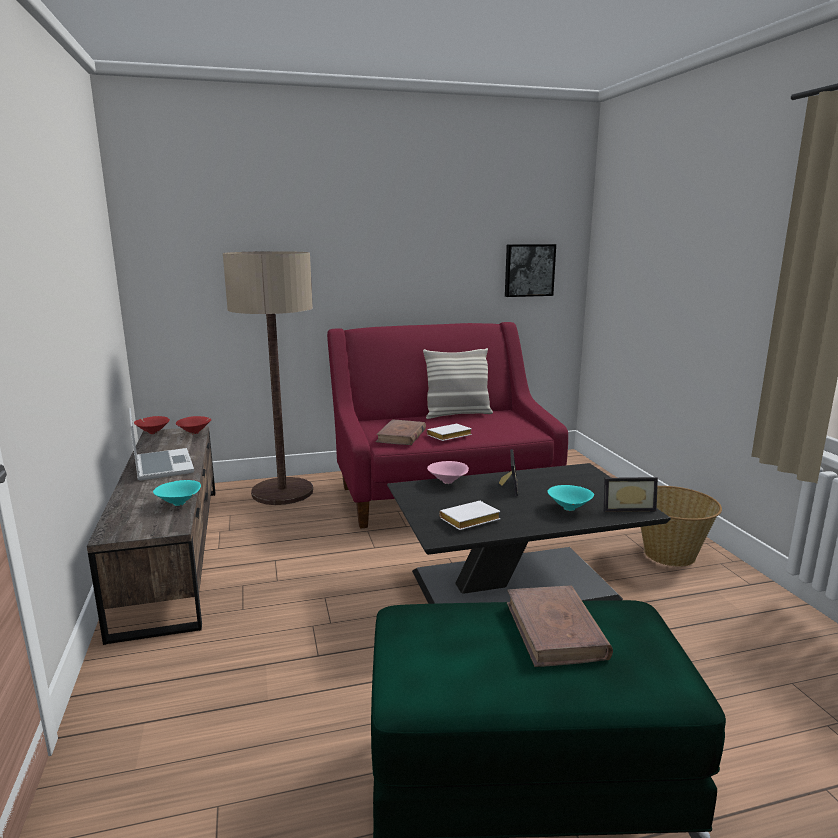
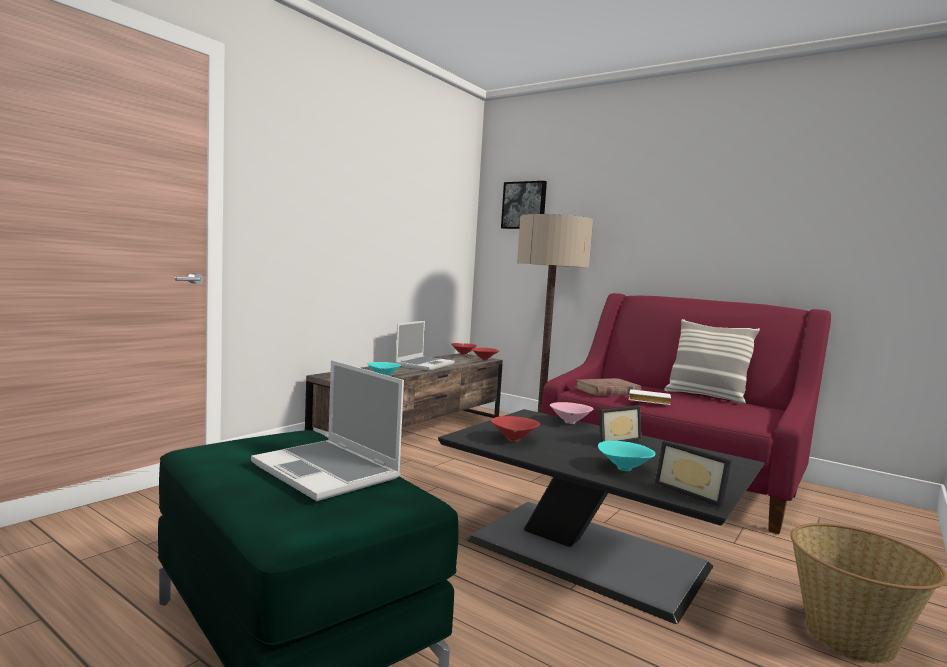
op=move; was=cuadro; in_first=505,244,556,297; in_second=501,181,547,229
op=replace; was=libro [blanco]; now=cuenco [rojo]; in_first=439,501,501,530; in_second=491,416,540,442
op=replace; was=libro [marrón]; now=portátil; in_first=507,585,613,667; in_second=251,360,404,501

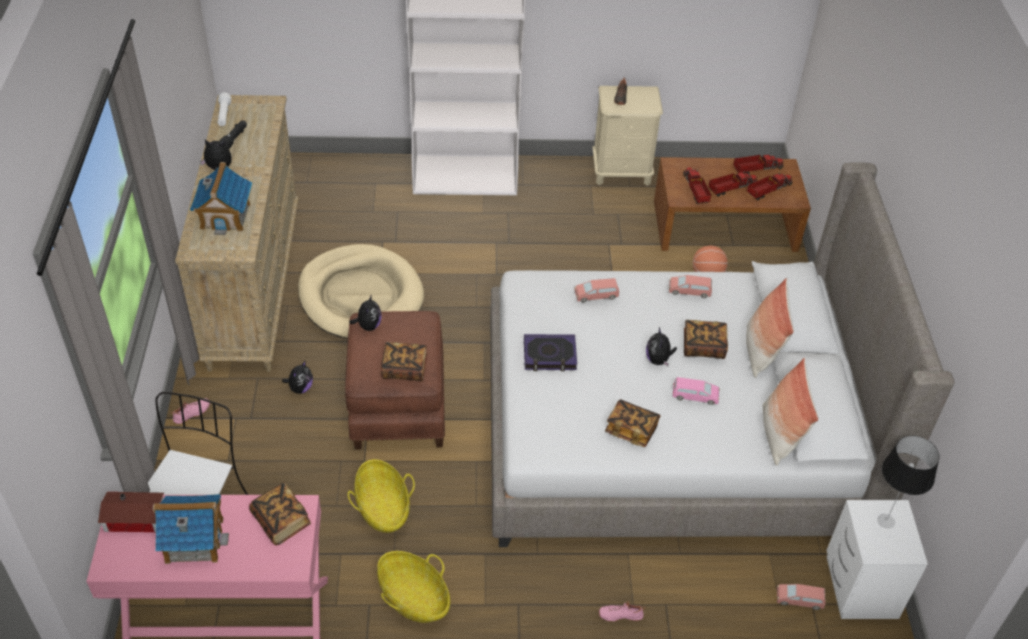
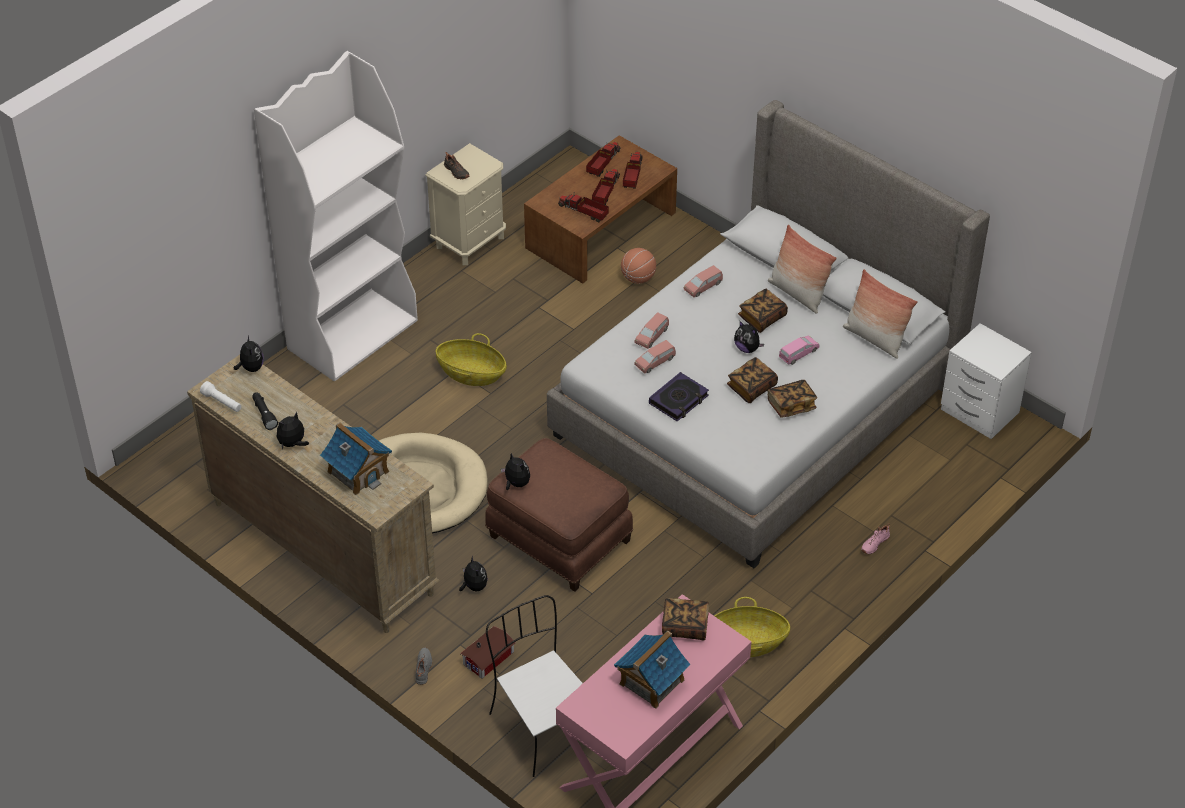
op=move; was=libro; in_first=381,342,427,382; in_second=727,357,778,403
op=recolor; was=zapato [rosa]; now=zapato [gris]; in_first=171,398,210,424; in_second=415,648,432,685
op=delete; was=lámpara de mesa; in_first=878,436,939,529
op=move; was=cesta; in_first=348,459,415,533; in_second=436,333,507,386
op=move; was=casita; in_first=98,492,164,533; in_second=460,626,516,679
op=move; was=coche de juguete [rosa]; in_first=777,584,826,610; in_second=634,340,676,374
op=insert; now=peluche; in_second=234,336,264,372

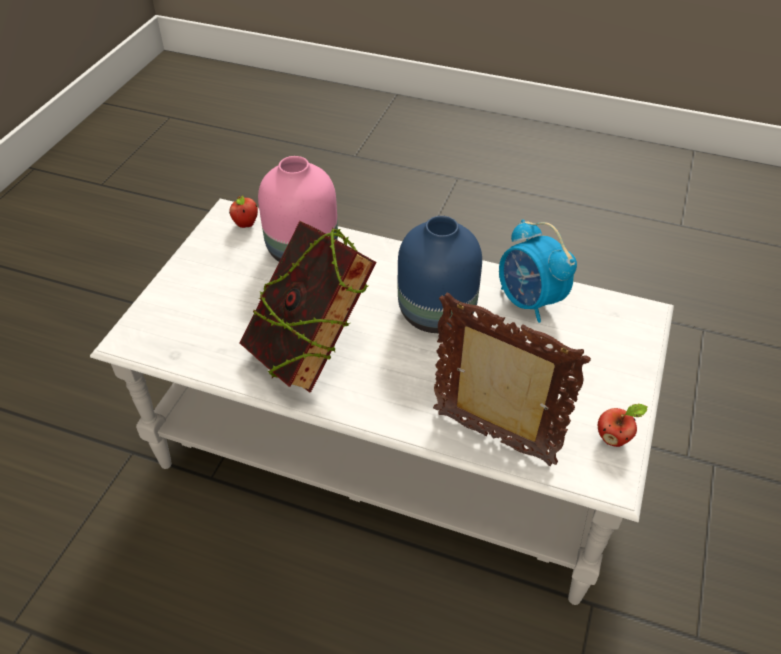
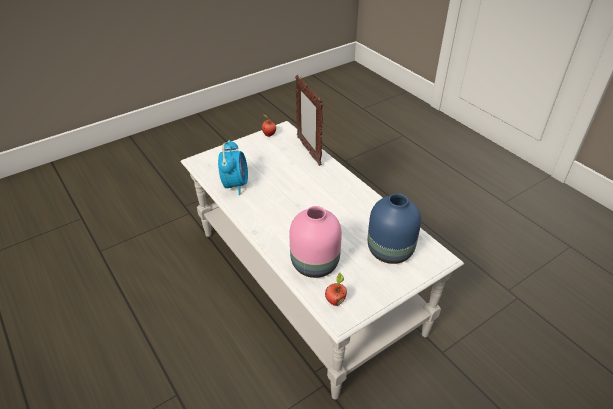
op=move; was=florero [azul]; in_first=398,216,482,333; in_second=368,193,421,264
op=delete; was=libro; in_first=240,221,377,393

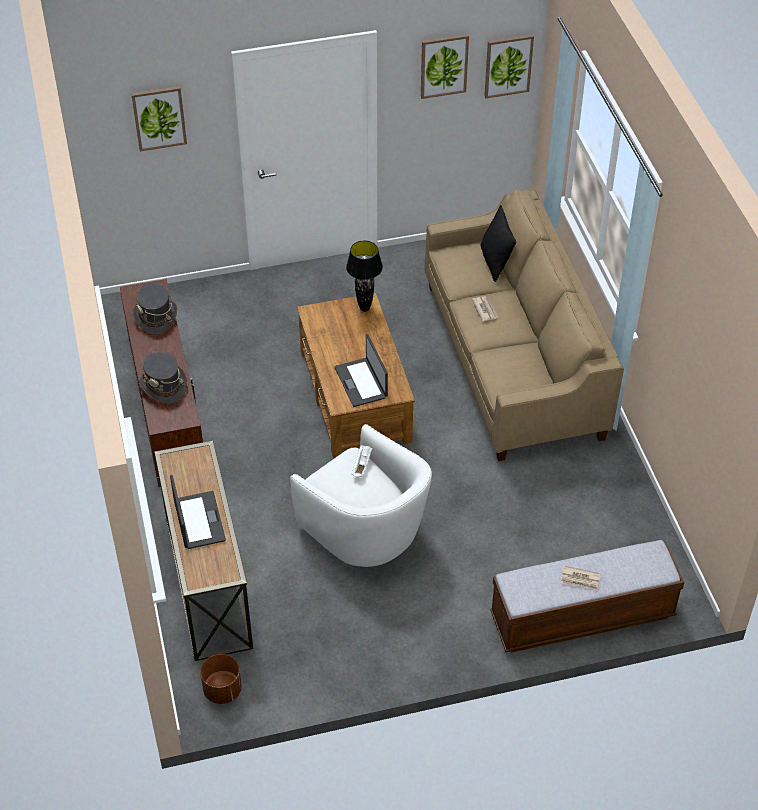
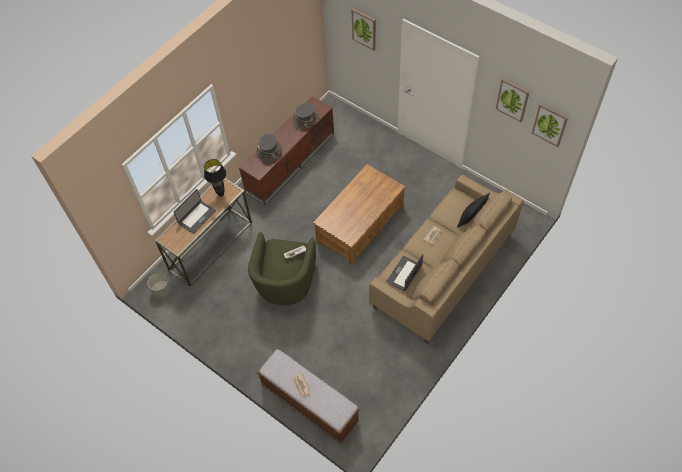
op=move; was=lámpara de mesa [negro]; in_first=346,241,383,312; in_second=204,159,226,197
op=move; was=portátil; in_first=334,334,388,407; in_second=386,254,423,291
op=recolor; was=sillón [blanco]; now=sillón [verde]; in_first=290,424,432,567; in_second=248,232,316,305
op=recolor; was=maceta [marrón]; now=maceta [gris]; in_first=200,654,242,704; in_second=148,273,171,298

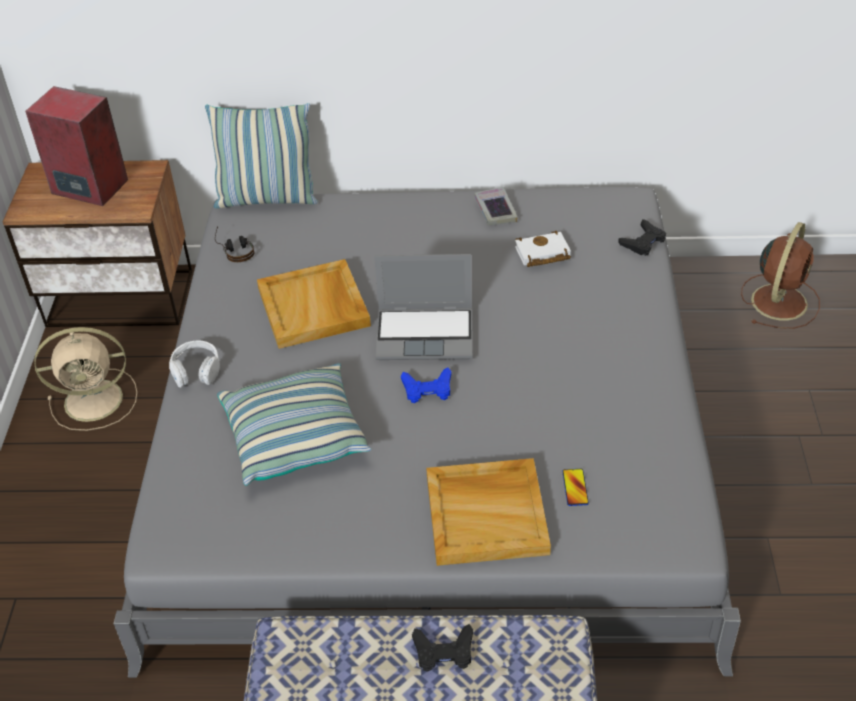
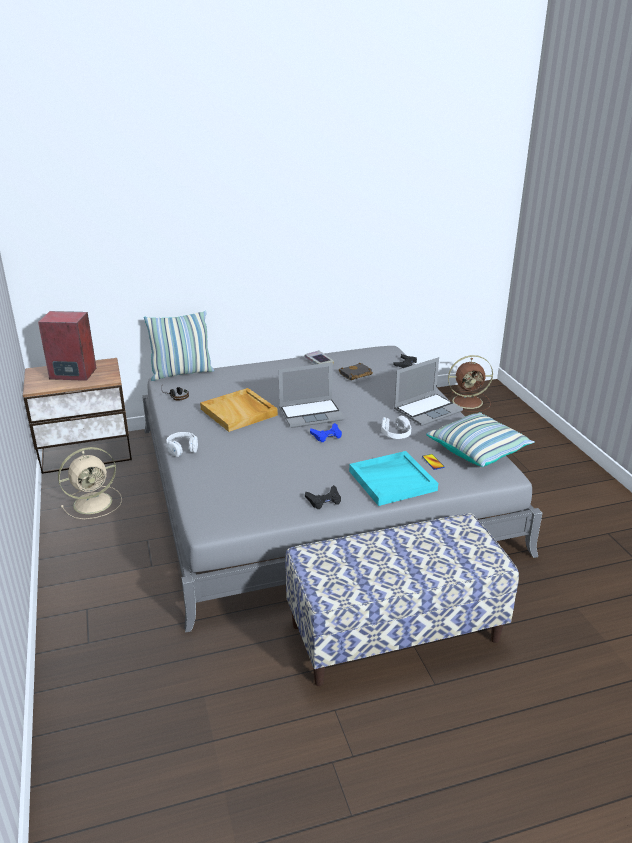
op=rotate; was=ventilador [marrón]; in_first=741,222,820,329; in_second=448,355,493,412; clockwise=75
op=recolor; was=libro [blanco]; now=libro [negro]; in_first=515,231,571,267; in_second=339,363,373,380
op=move; was=cojín; in_first=217,363,371,486; in_second=426,412,534,467
op=recolor; was=bandeja [beis]; now=bandeja [turquesa]; in_first=426,458,551,566; in_second=349,451,438,506
op=move; was=mando de consola [negro]; in_first=412,624,473,672; in_second=305,485,341,509
op=insert; now=portátil; in_second=394,357,463,426
op=insert; now=auriculares [blanco]; in_second=381,415,411,439

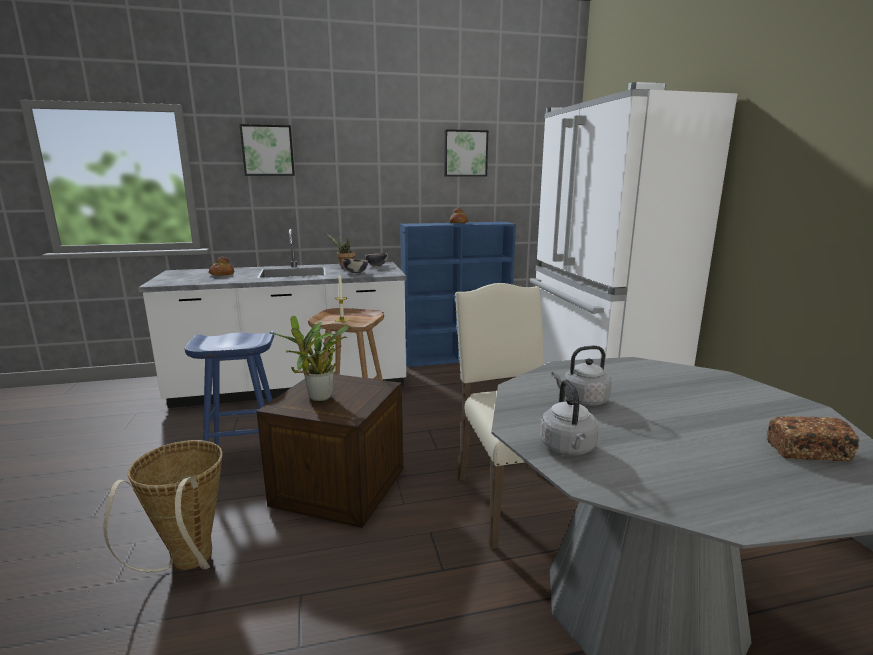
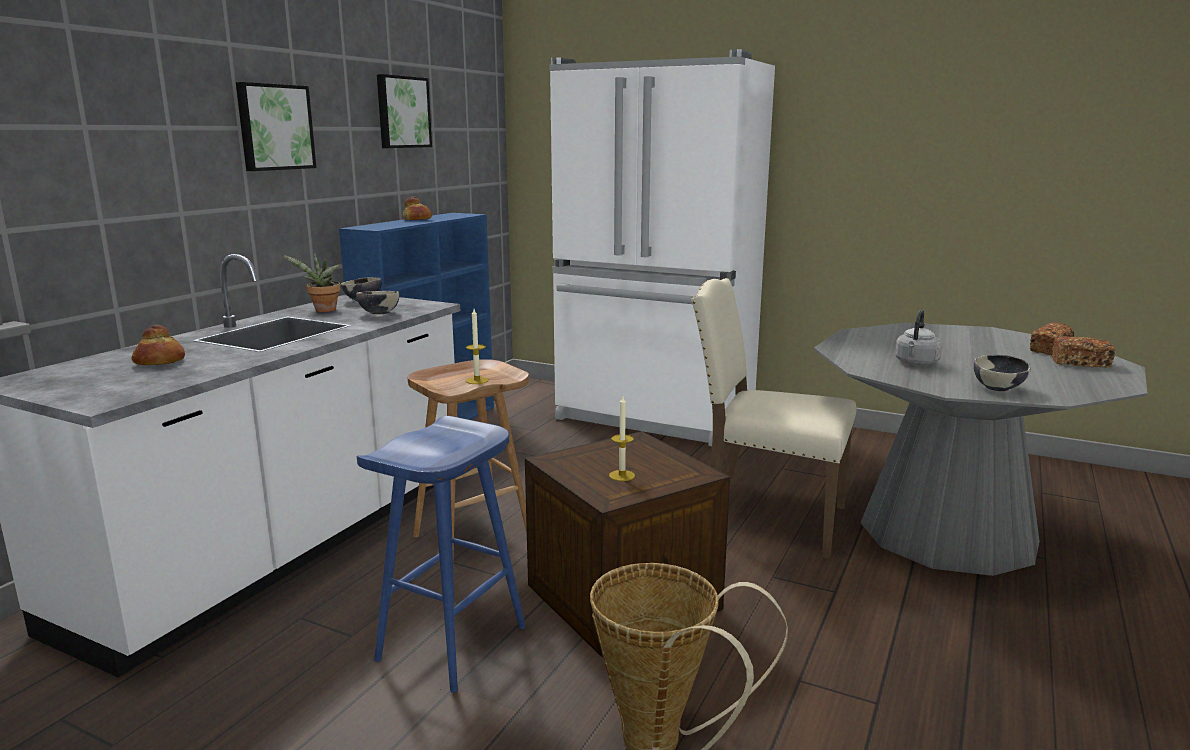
op=move; was=cuadro; in_first=239,124,295,176; in_second=236,82,316,171
op=replace; was=planta en maceta; now=vela; in_first=269,316,350,401; in_second=609,396,635,481
op=replace; was=hervidor [gris]; now=cuenco; in_first=540,379,599,455; in_second=974,355,1031,391
op=insert; now=pan; in_second=1052,336,1115,368

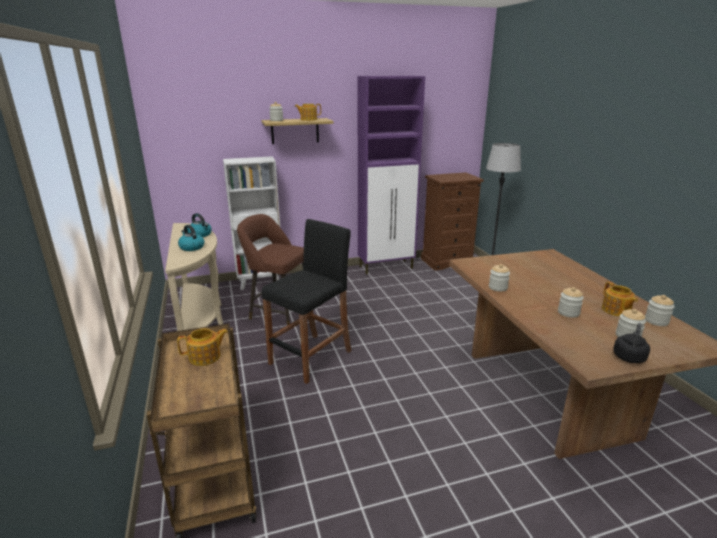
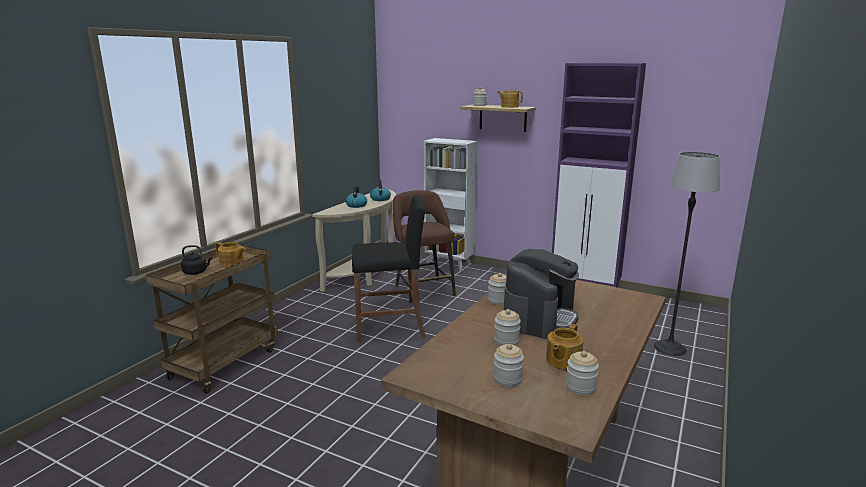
op=delete; was=cómoda [marrón]; in_first=421,172,484,271
op=move; was=hervidor [negro]; in_first=613,323,650,363; in_second=181,245,212,275
op=insert; now=cafetera; in_second=504,249,579,339

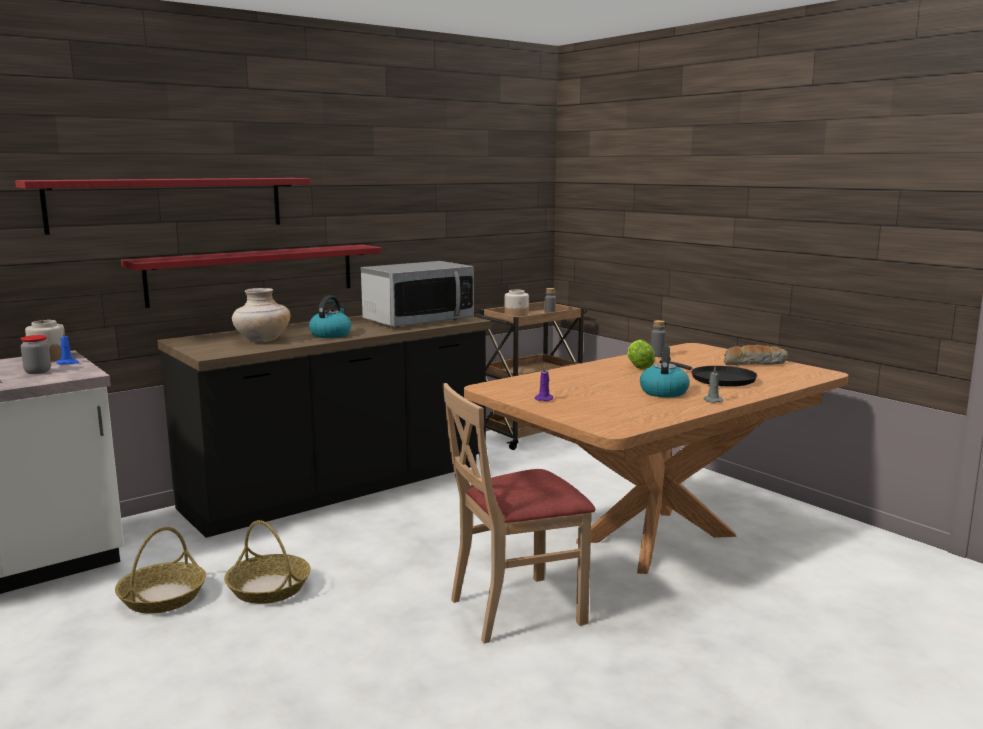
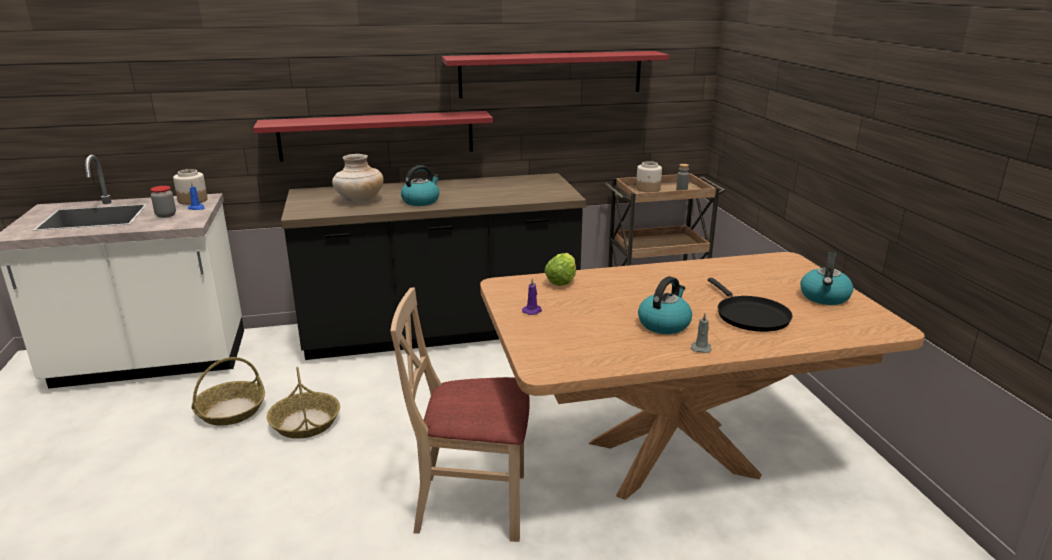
op=move; was=estante [rojo]; in_first=15,178,311,235; in_second=442,51,669,98
op=delete; was=microondas; in_first=361,261,474,327
op=delete; was=botella [gris]; in_first=651,320,666,357
op=move; was=lechuga; in_first=627,340,655,369; in_second=544,253,576,286
op=replace; was=pan; now=hervidor; in_first=724,345,788,366; in_second=800,252,853,305

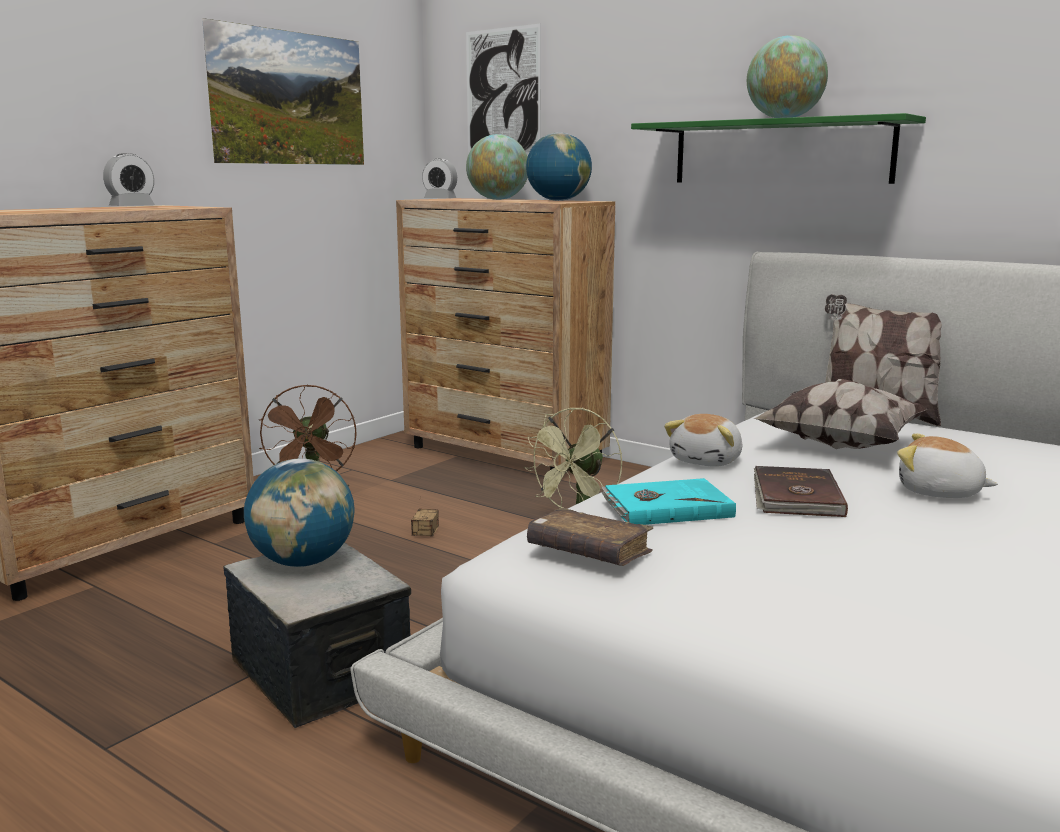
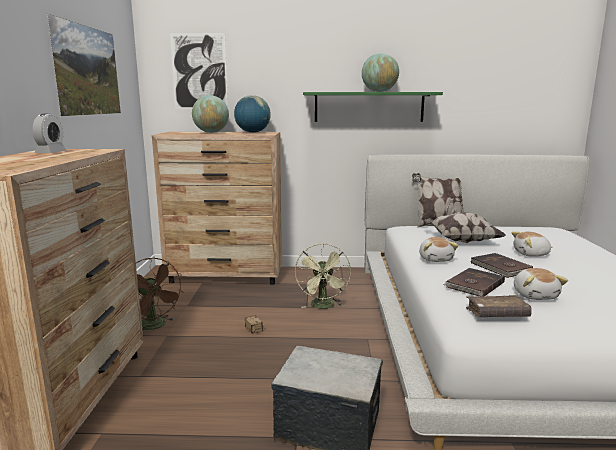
op=delete; was=despertador; in_first=422,158,457,198
op=delete; was=globo terráqueo; in_first=244,459,354,567
op=recolor; was=libro [turquesa]; now=libro [marrón]; in_first=601,478,736,525; in_second=443,268,505,297
op=insert; now=peluche; in_second=514,268,568,300

